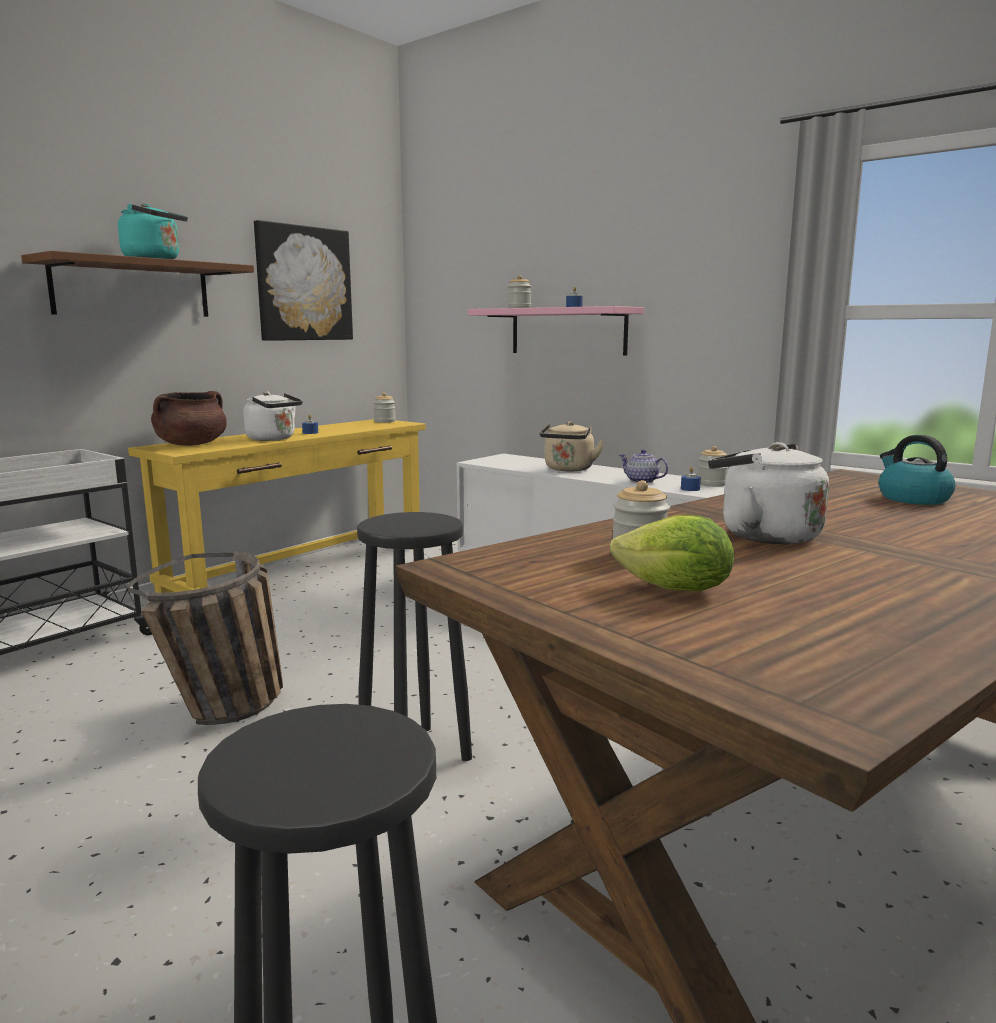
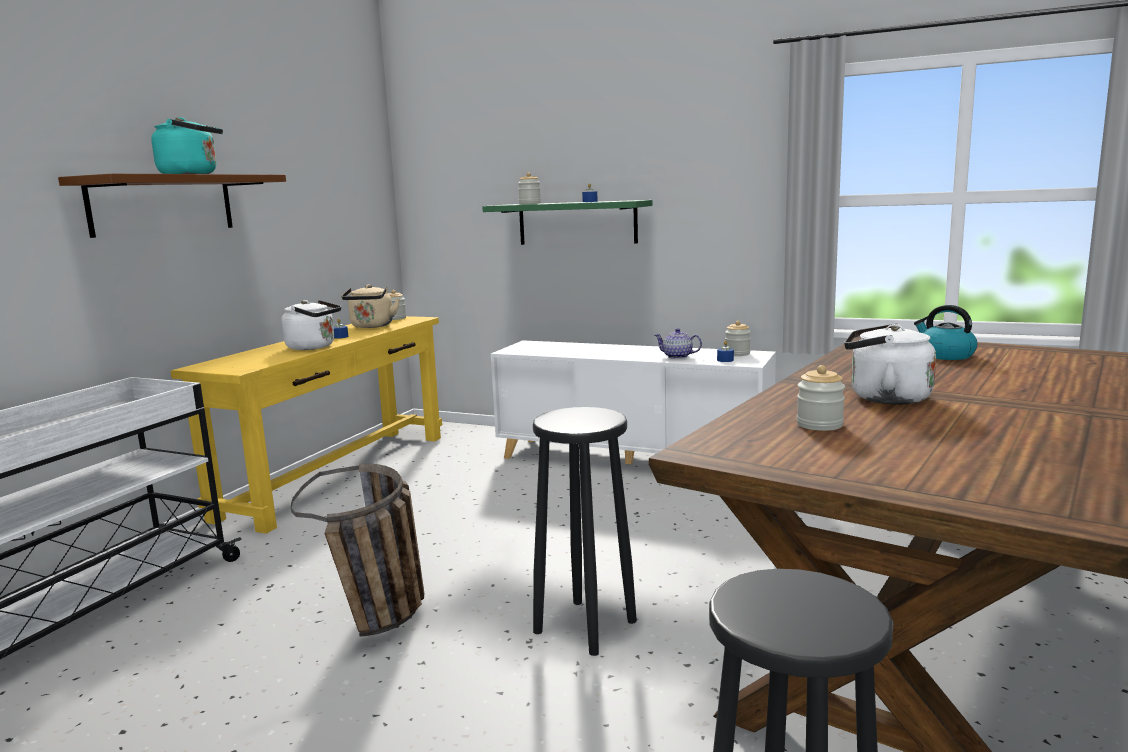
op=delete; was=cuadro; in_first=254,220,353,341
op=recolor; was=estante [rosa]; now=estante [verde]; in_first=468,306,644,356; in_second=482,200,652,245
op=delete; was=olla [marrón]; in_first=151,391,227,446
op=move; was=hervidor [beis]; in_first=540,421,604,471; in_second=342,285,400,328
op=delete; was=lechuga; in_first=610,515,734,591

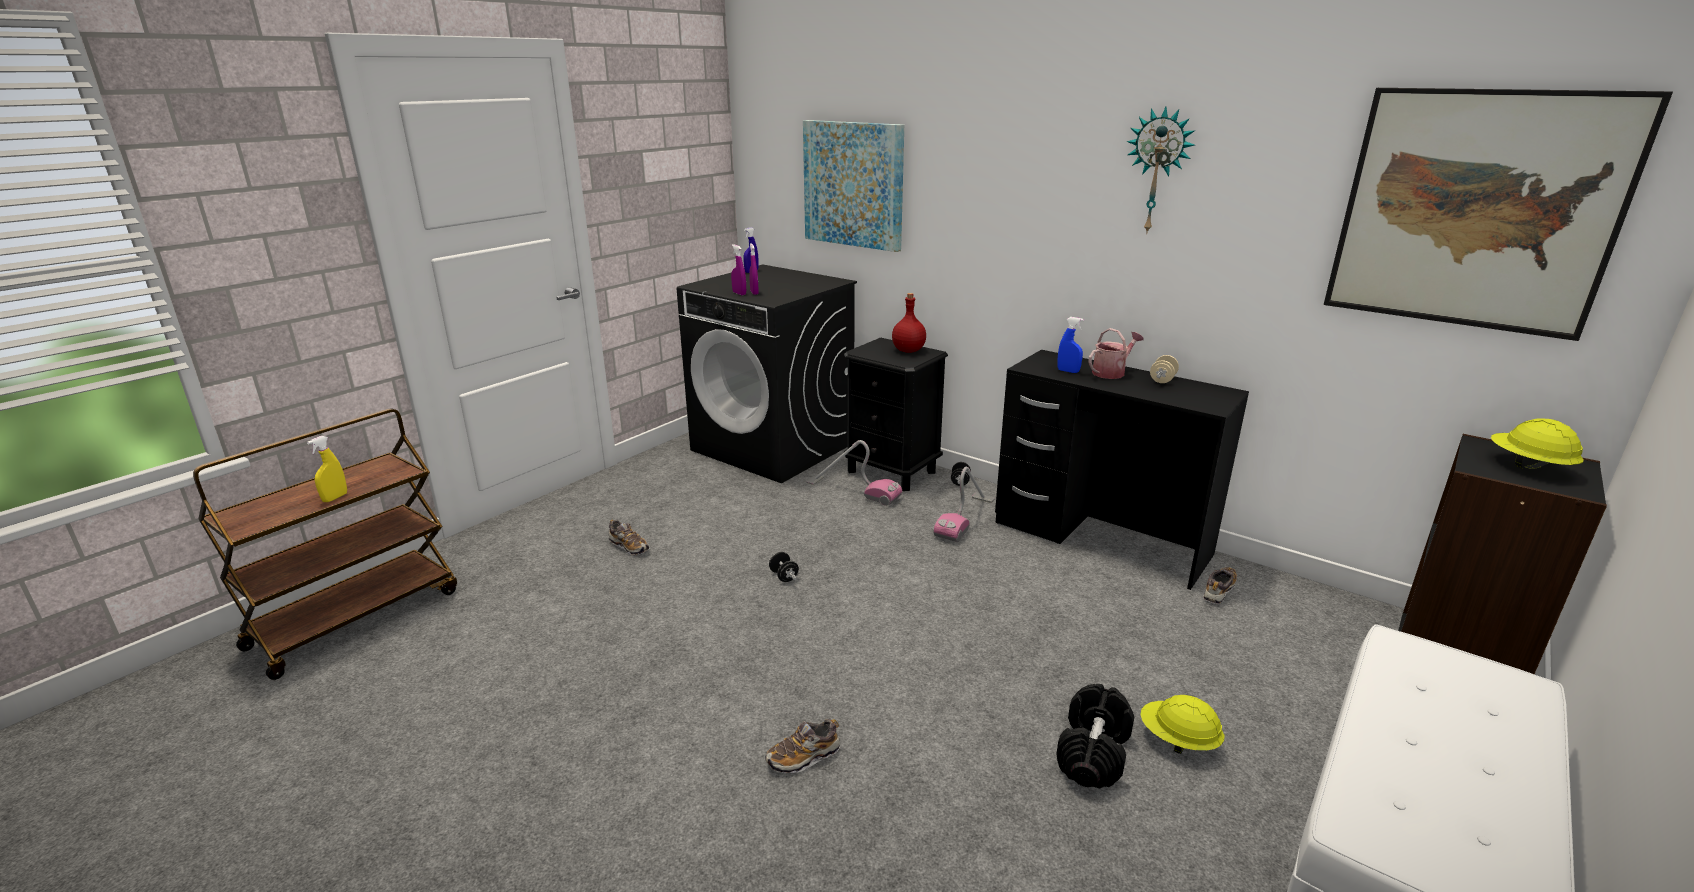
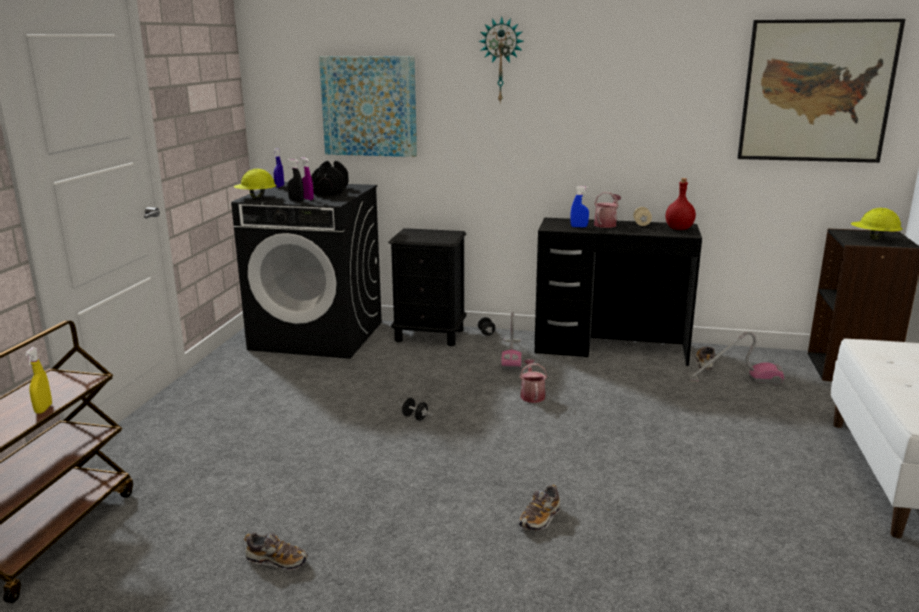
op=move; was=reloj de pared; in_first=1127,107,1195,234; in_second=479,16,524,104
op=recolor; was=pulverizador [morado]; now=pulverizador [negro]; in_first=731,244,746,295; in_second=287,159,304,202
op=move; was=botella [rojo]; in_first=892,293,926,353; in_second=665,178,696,230
op=move; was=aspiradora; in_first=806,440,902,506; in_second=687,331,784,385
op=move; was=zapato; in_first=609,520,649,556; in_second=244,532,308,570
op=move; was=mancuerna [negro]; in_first=1056,684,1134,788; in_second=311,161,349,195
op=move; was=casco [amarillo]; in_first=1140,695,1225,754; in_second=234,169,277,198
op=insert; now=regadera; in_second=520,359,547,403

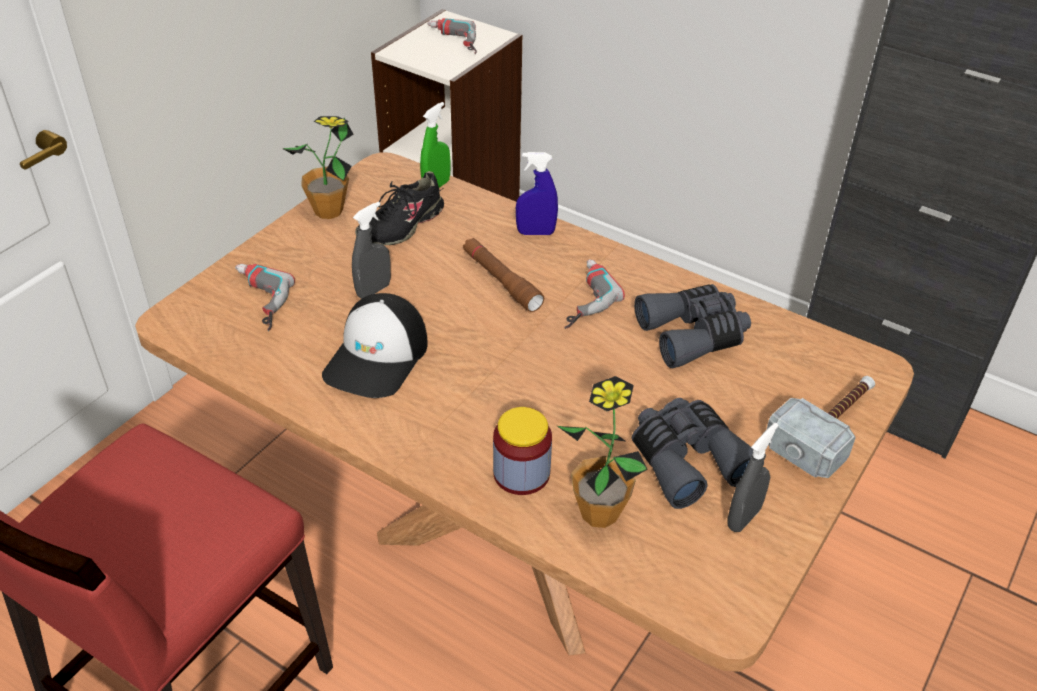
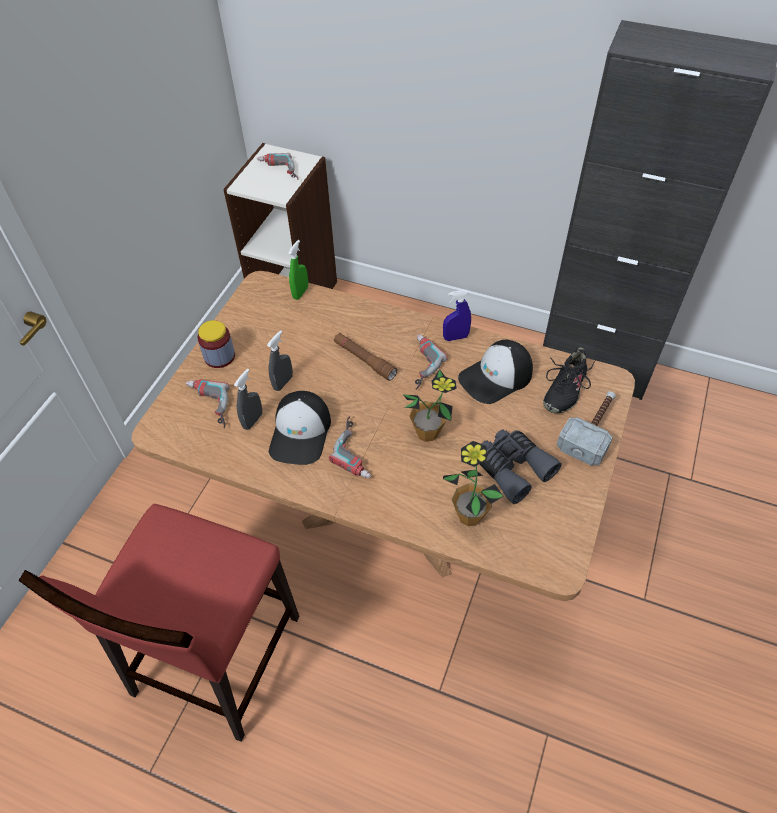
op=move; was=planta en maceta; in_first=282,116,354,219; in_second=404,369,457,442
op=move; was=pulverizador [azul]; in_first=516,152,558,235; in_second=443,290,471,341
op=move; was=zapato [negro]; in_first=355,171,444,245; in_second=543,347,595,413
op=replace; was=prismáticos [gris]; now=gorra; in_first=634,284,751,368; in_second=458,340,533,404
op=move; was=tarro; in_first=493,407,552,495; in_second=198,320,235,368
op=move; was=pulverizador [gris]; in_first=727,423,779,532; in_second=234,369,262,430
op=insert; now=taladro; in_second=329,416,371,478

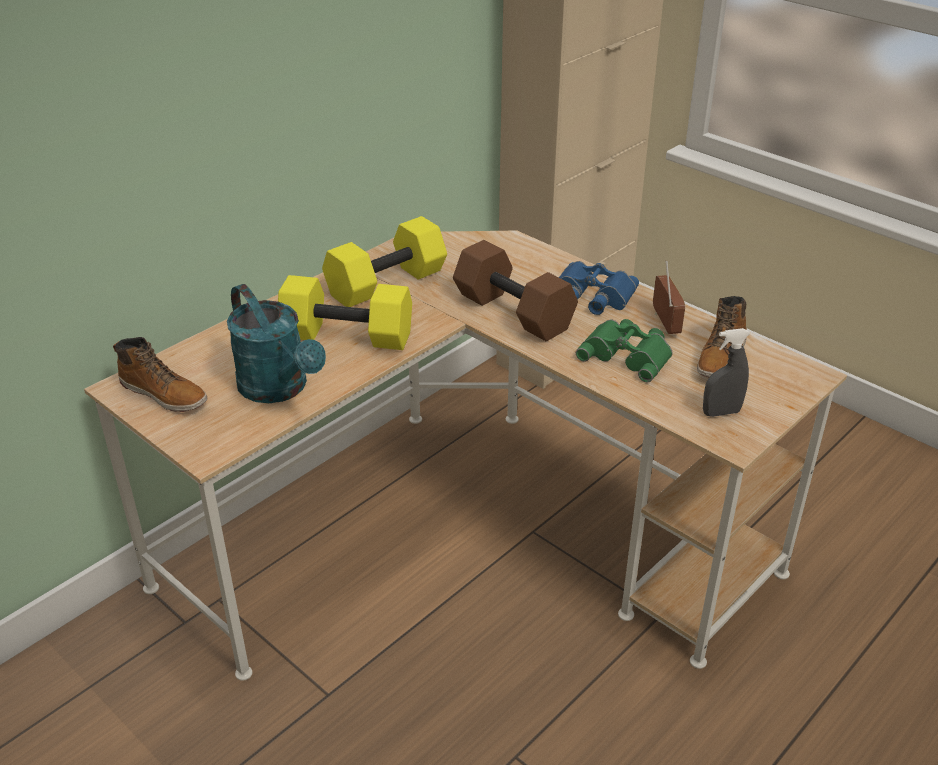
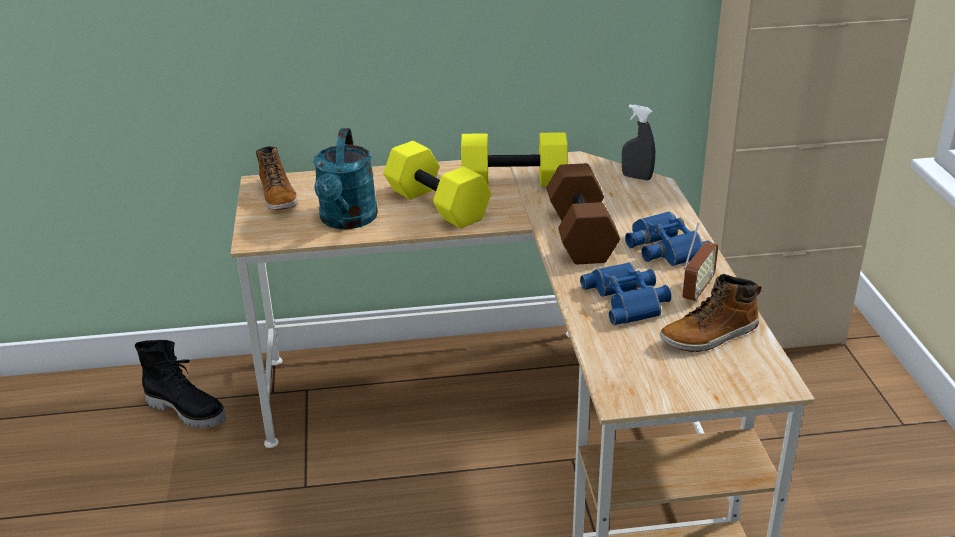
op=recolor; was=prismáticos [verde]; now=prismáticos [azul]; in_first=576,319,673,382; in_second=580,262,671,325
op=move; was=pulverizador [gris]; in_first=703,328,750,417; in_second=622,105,655,180
op=insert; now=bota [negro]; in_second=135,340,226,428

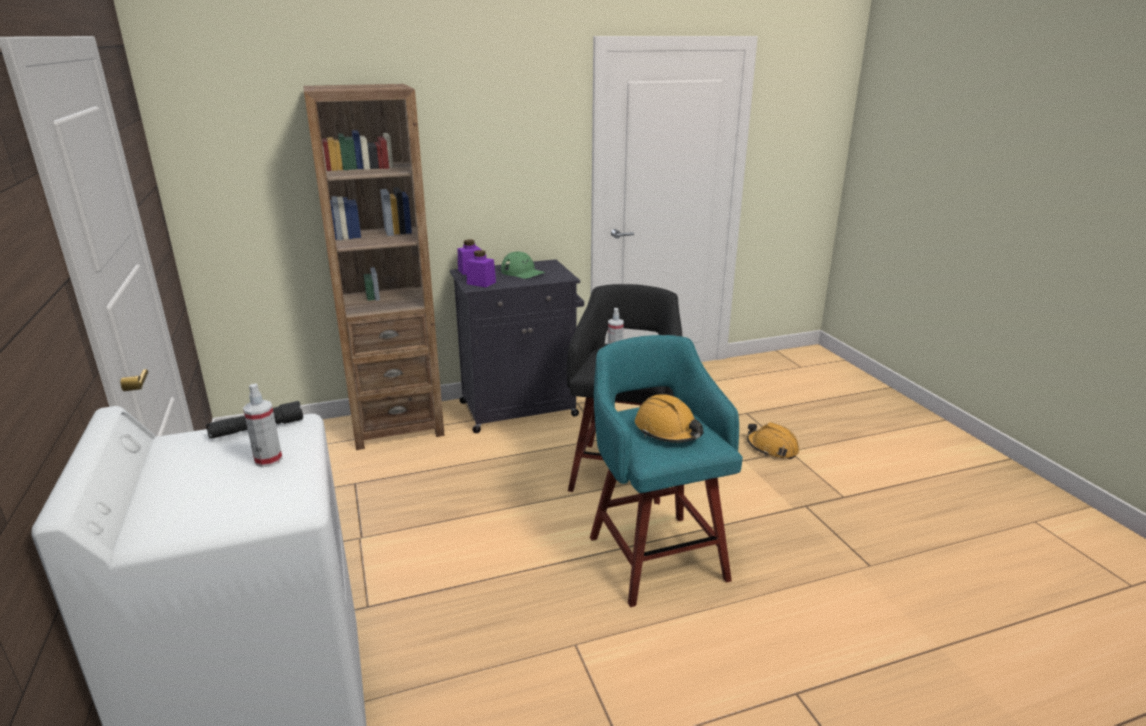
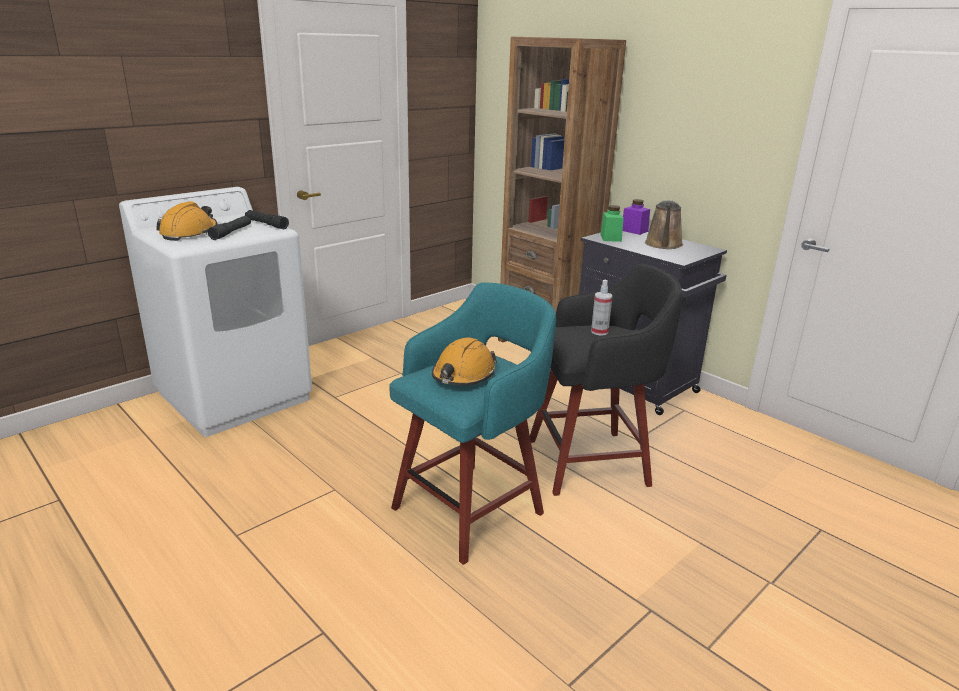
op=recolor; was=tarro [morado]; now=tarro [verde]; in_first=466,250,496,287; in_second=600,205,624,242
op=replace; was=gorra [verde]; now=regadera [marrón]; in_first=501,252,545,279; in_second=645,200,683,249
op=replace; was=pulverizador; now=linterna [negro]; in_first=243,384,283,467; in_second=207,216,251,240
op=move; was=casco [naranja]; in_first=747,422,799,459; in_second=156,201,218,241

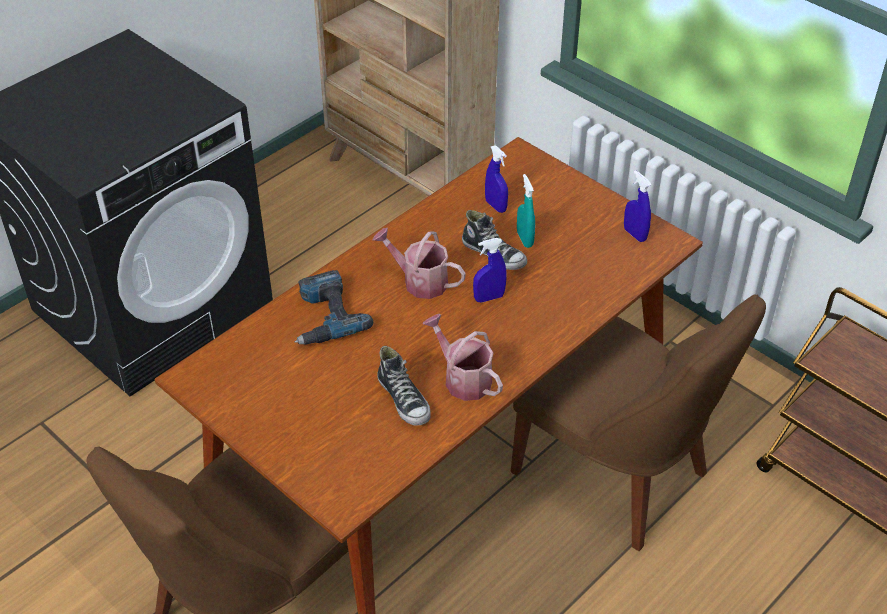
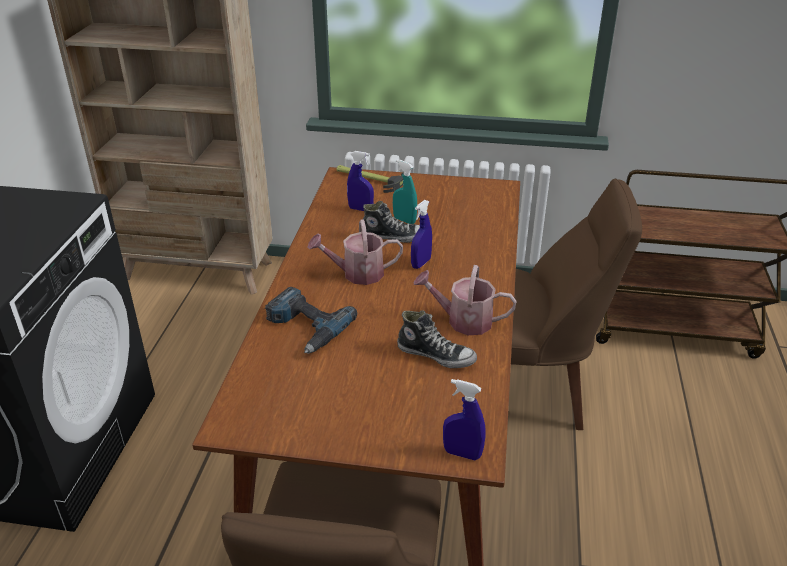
op=move; was=pulverizador [azul]; in_first=624,170,652,242; in_second=443,379,486,461
op=insert; now=martillo; in_second=336,165,404,193

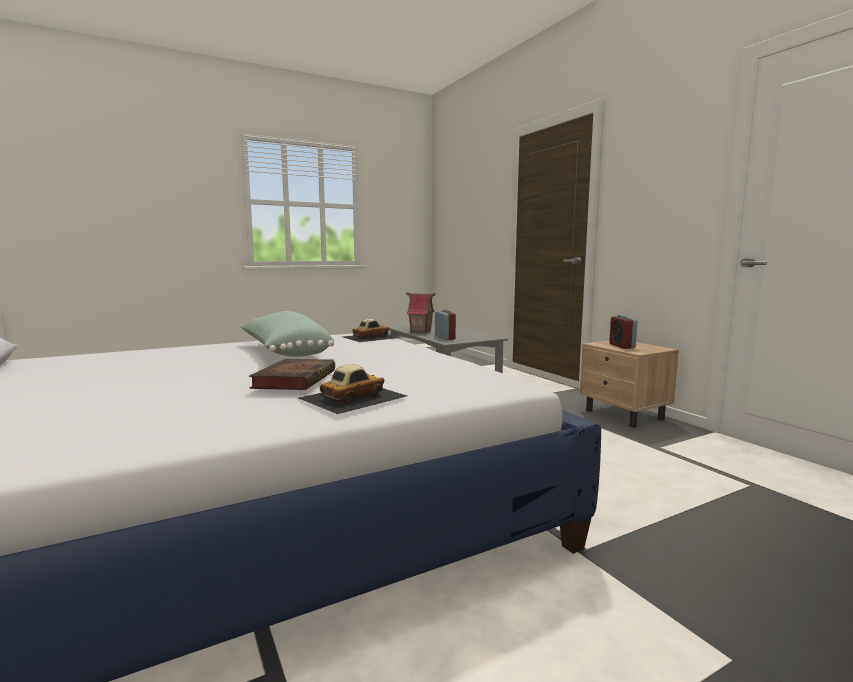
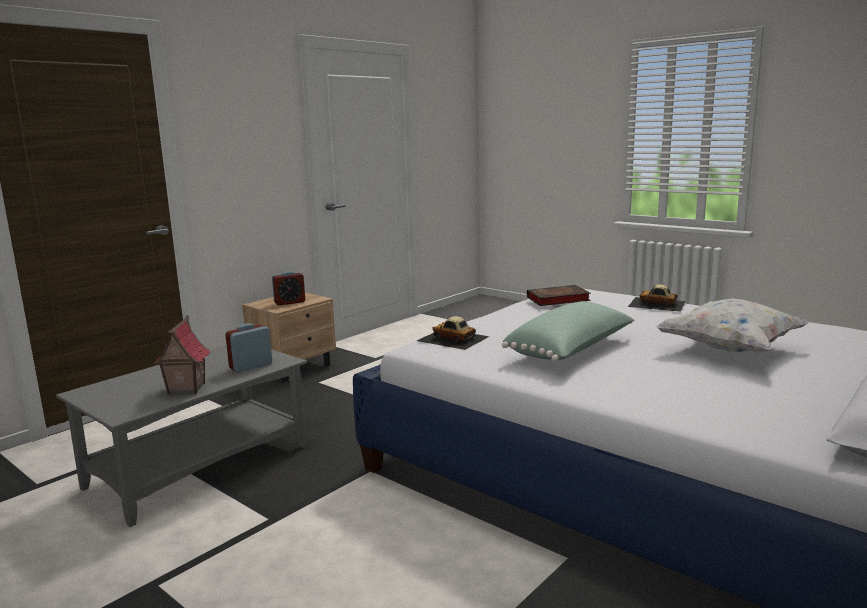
op=move; was=libro; in_first=249,359,335,390; in_second=527,285,591,306
op=insert; now=cojín [blanco]; in_second=655,299,810,352

